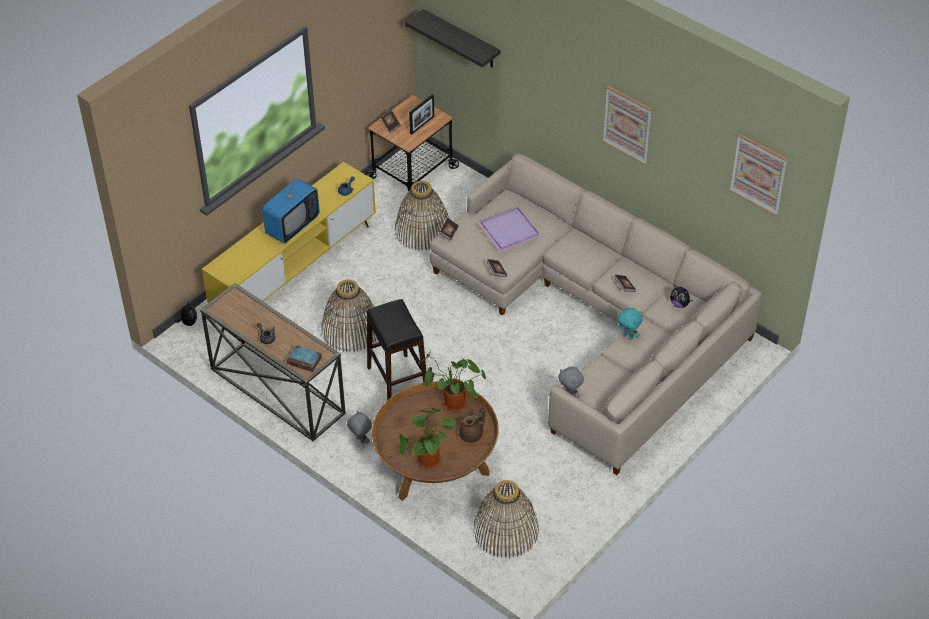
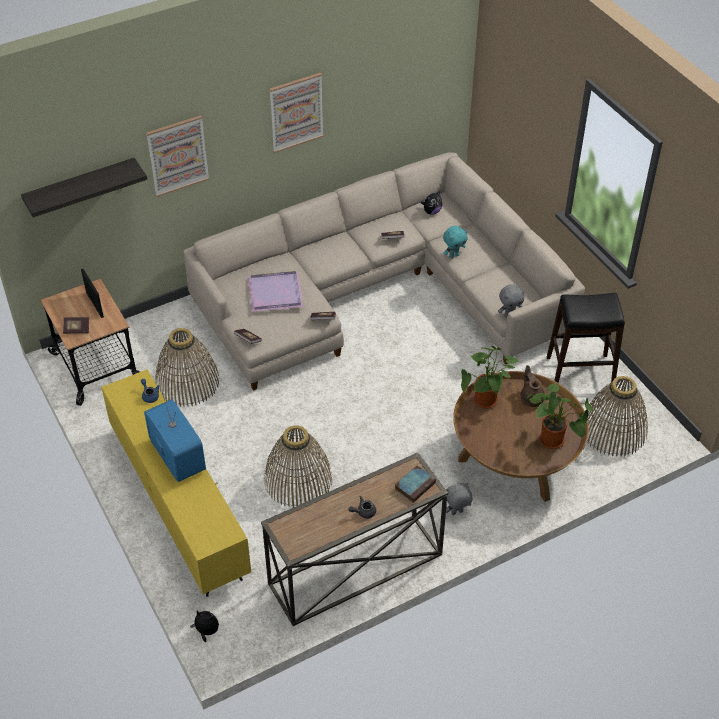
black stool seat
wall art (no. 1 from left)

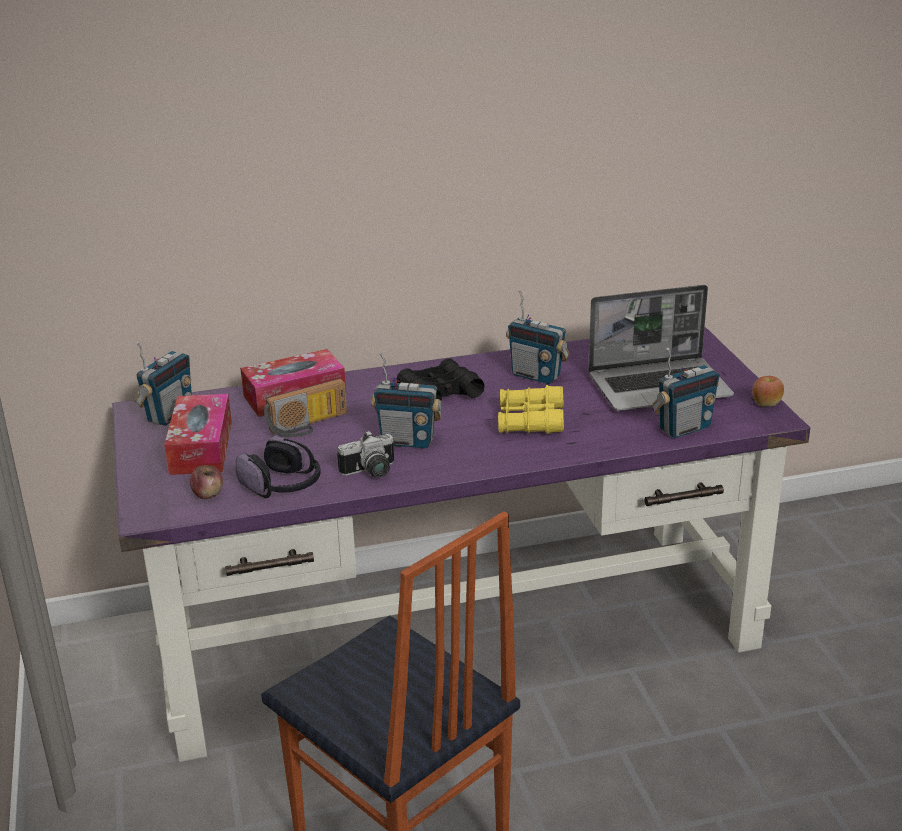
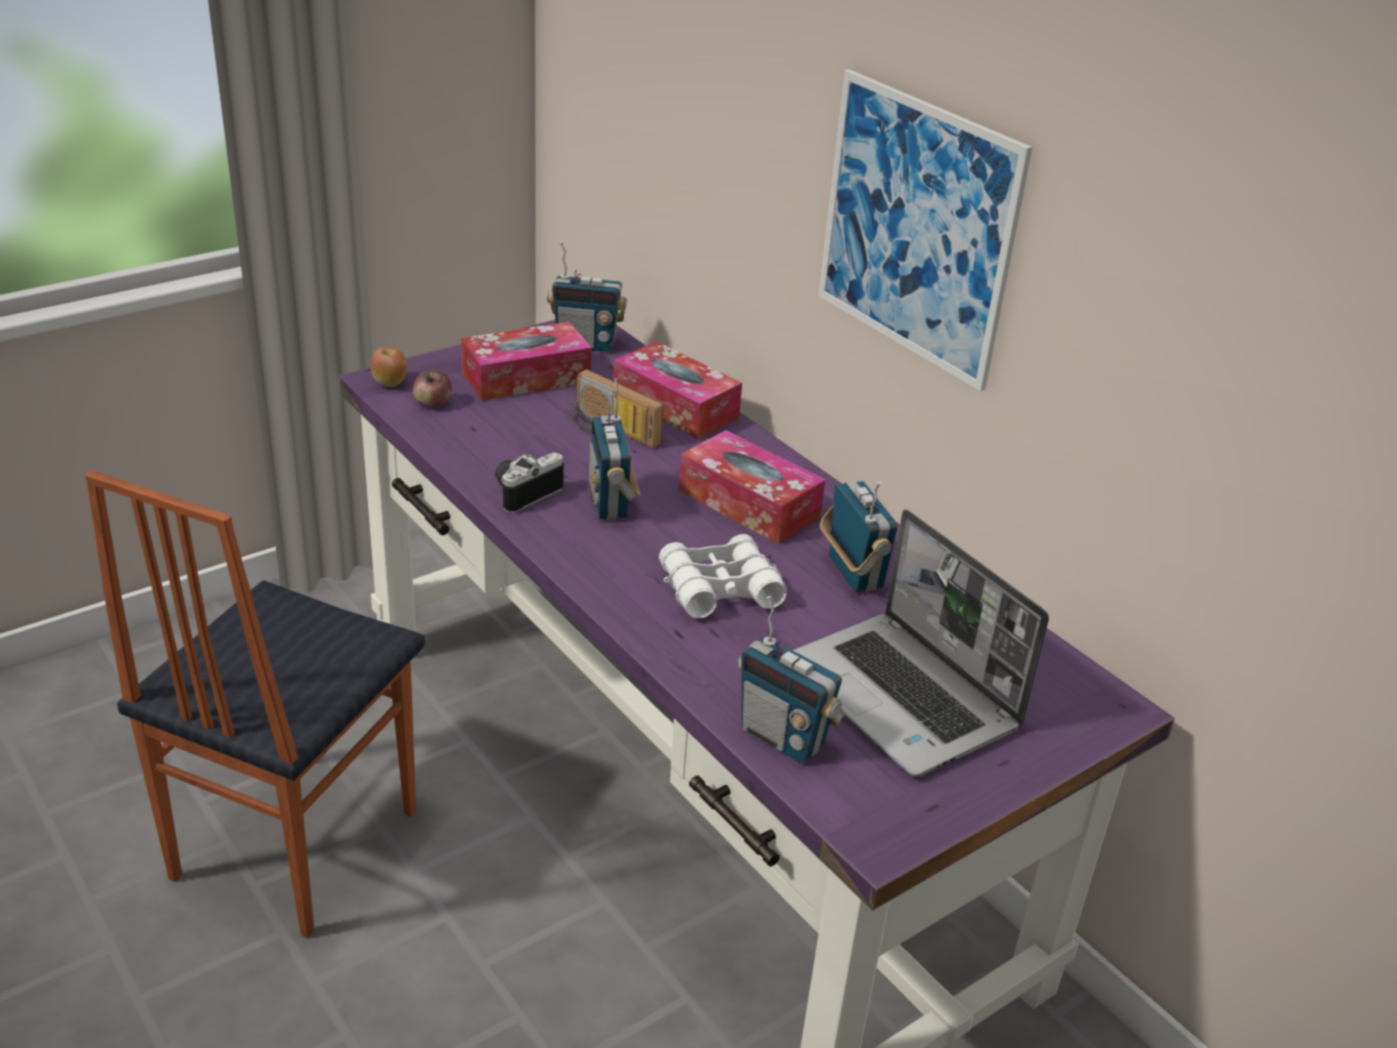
pair of headphones
wall art
whole apple (no. 1 from left)
tissue holder (no. 3 from left)
whitish field glasses
photo camera
radio receiver (no. 5 from left)

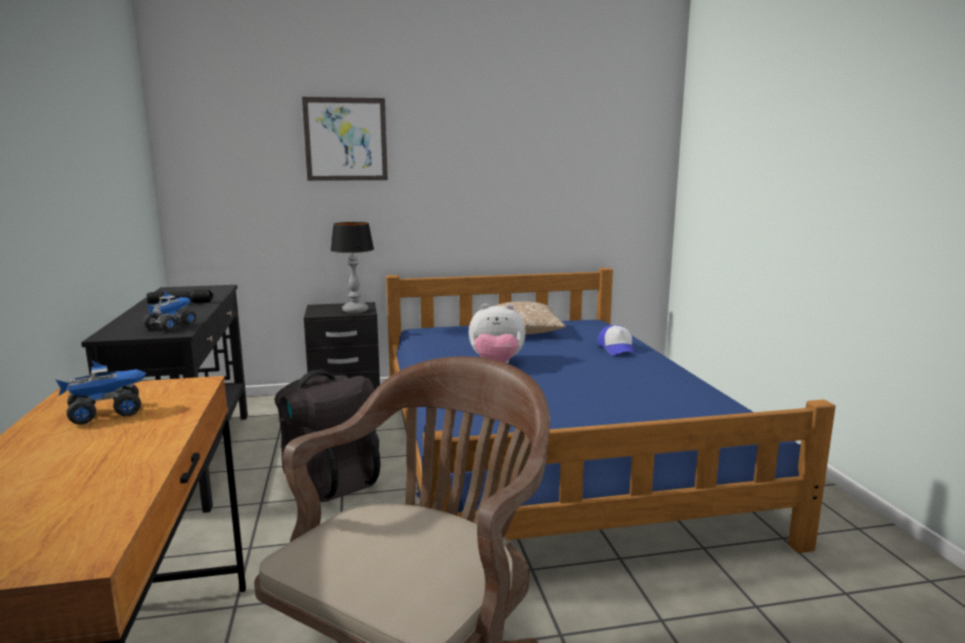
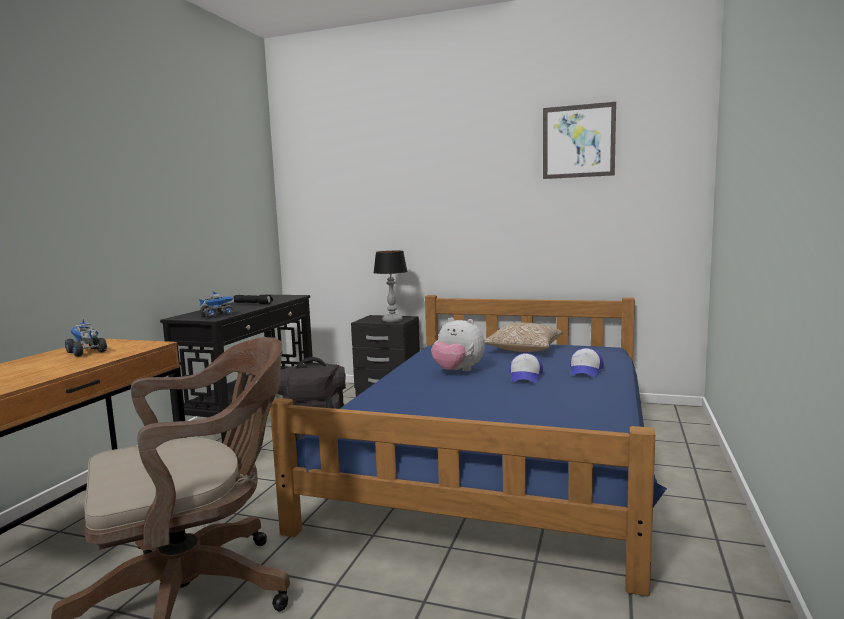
cap (no. 1 from left)
wall art
model truck (no. 1 from left)

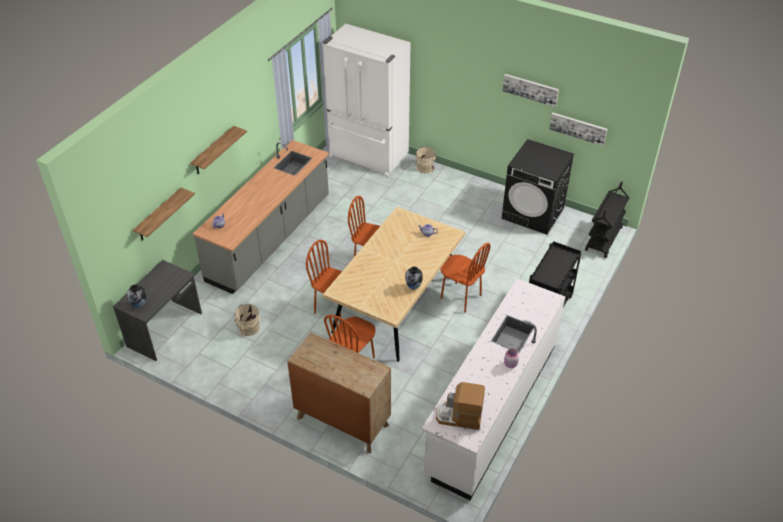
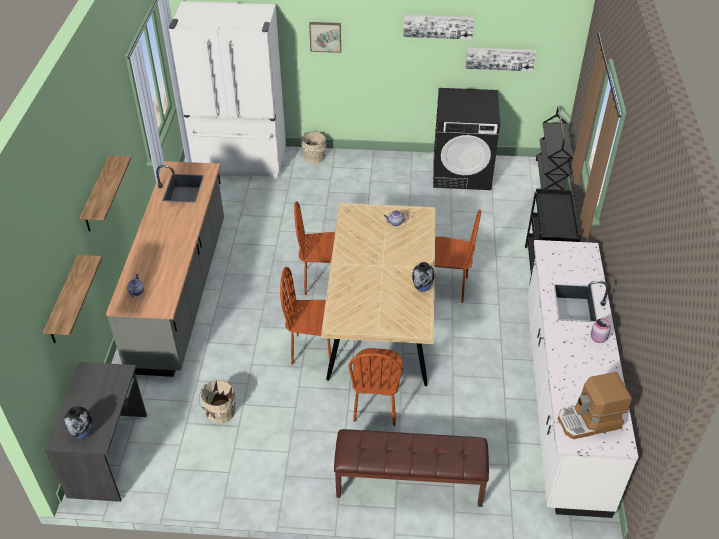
wall art (no. 1 from left)
brown long seat

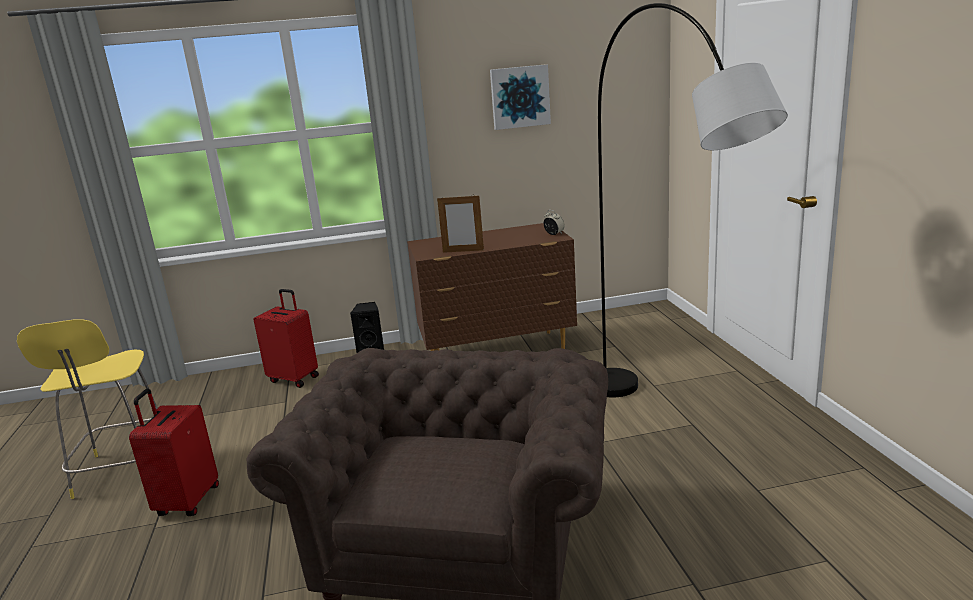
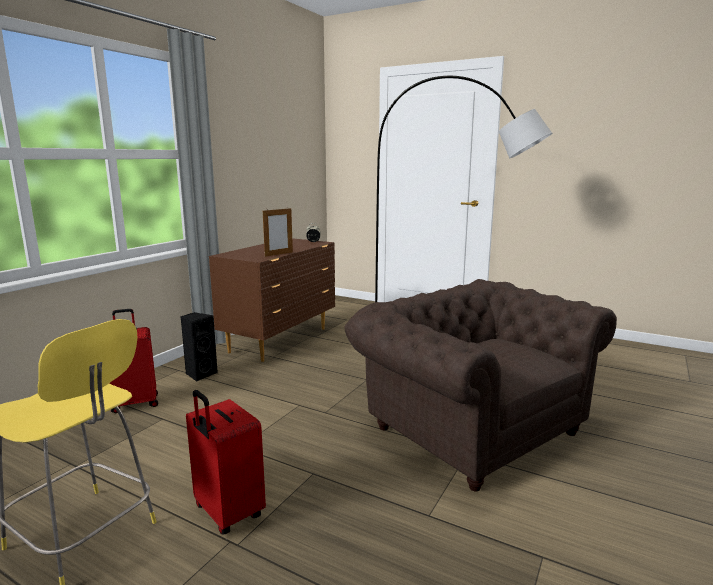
wall art

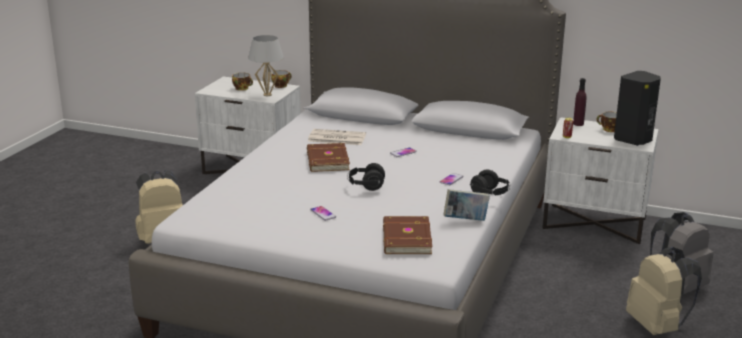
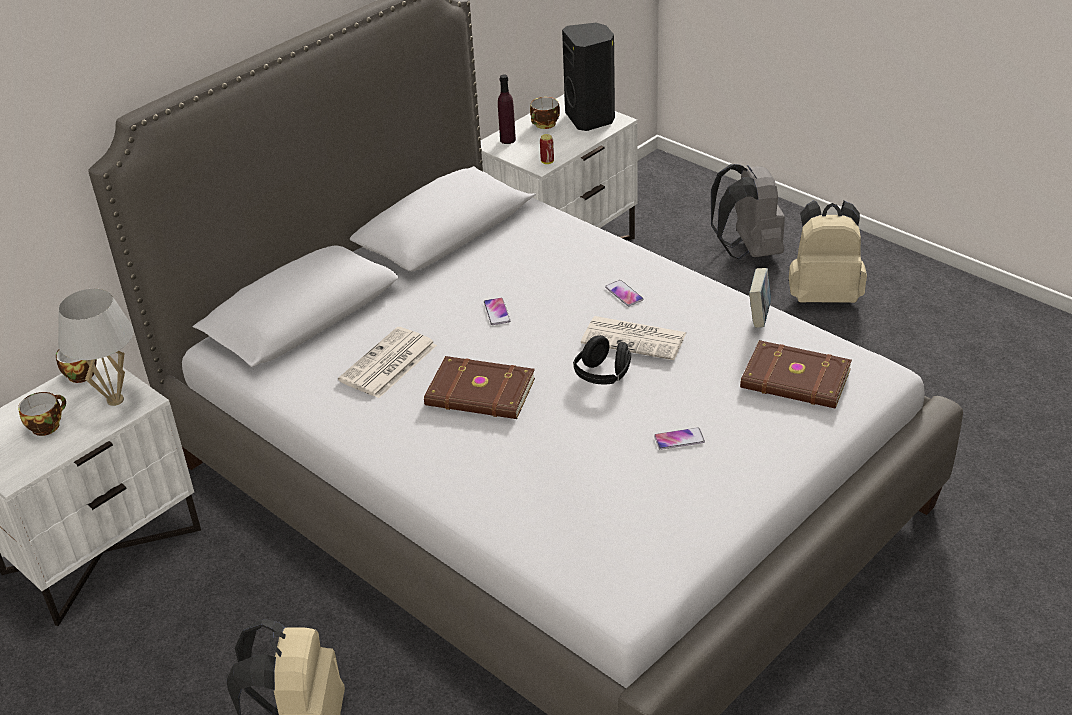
black pair of headphones (no. 2 from left in the first image)
newspaper (no. 2 from left)

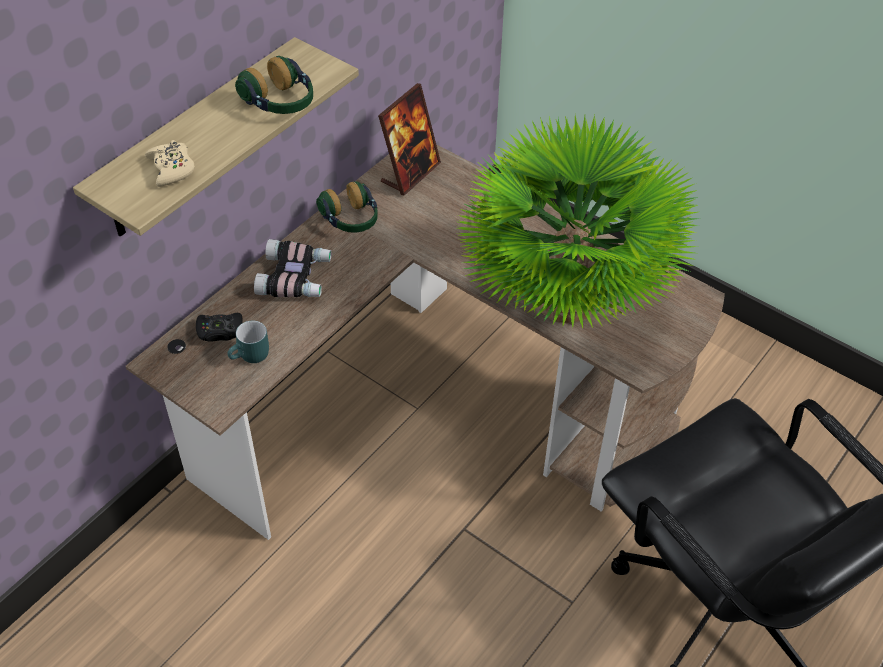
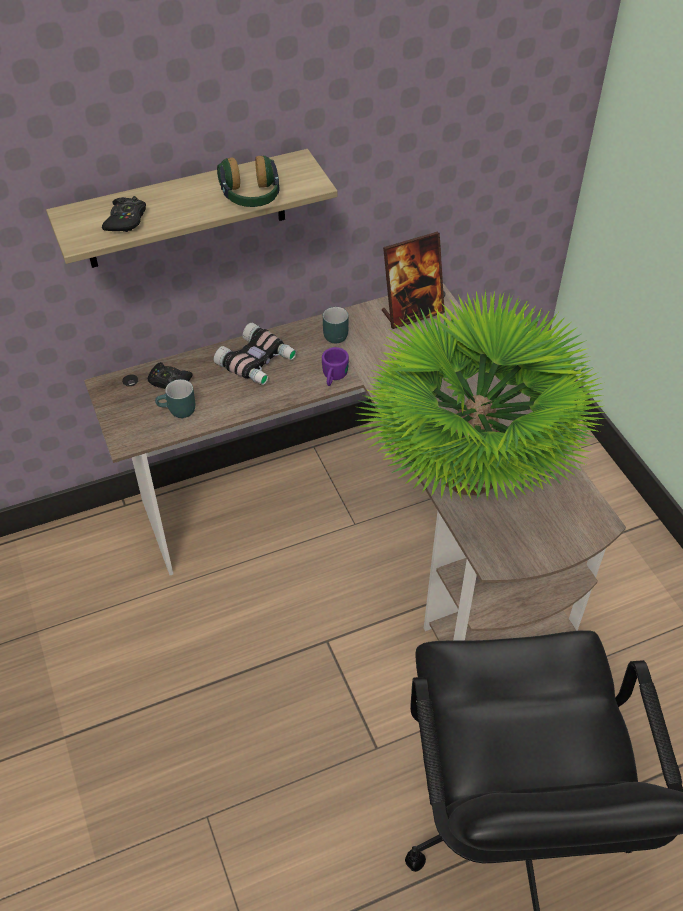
purple mug
turquoise-coloured mug (no. 2 from left)
black gamepad (no. 1 from left)

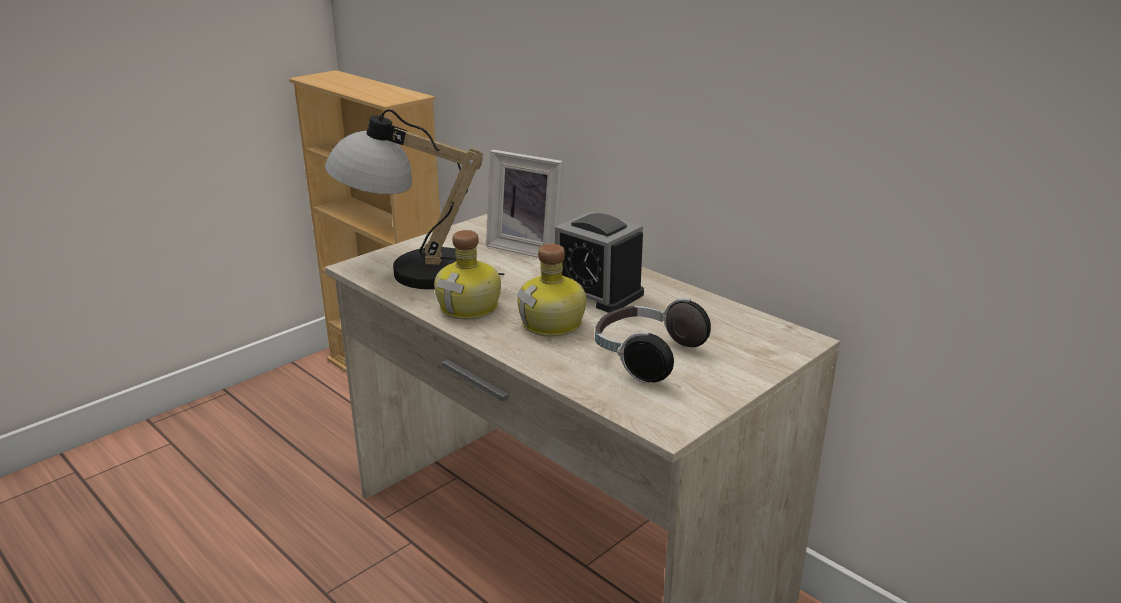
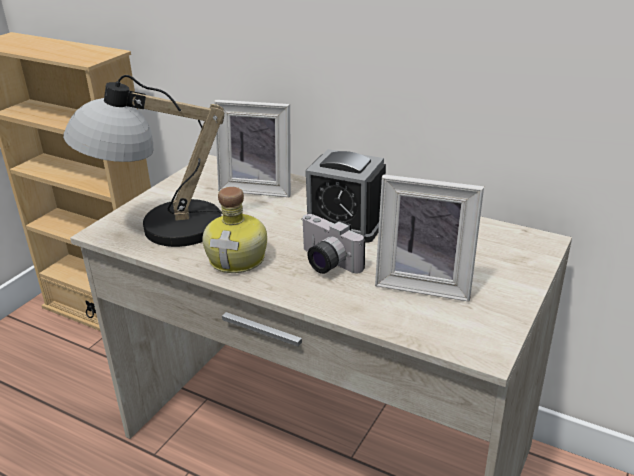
photo camera
standing frame (no. 2 from left)

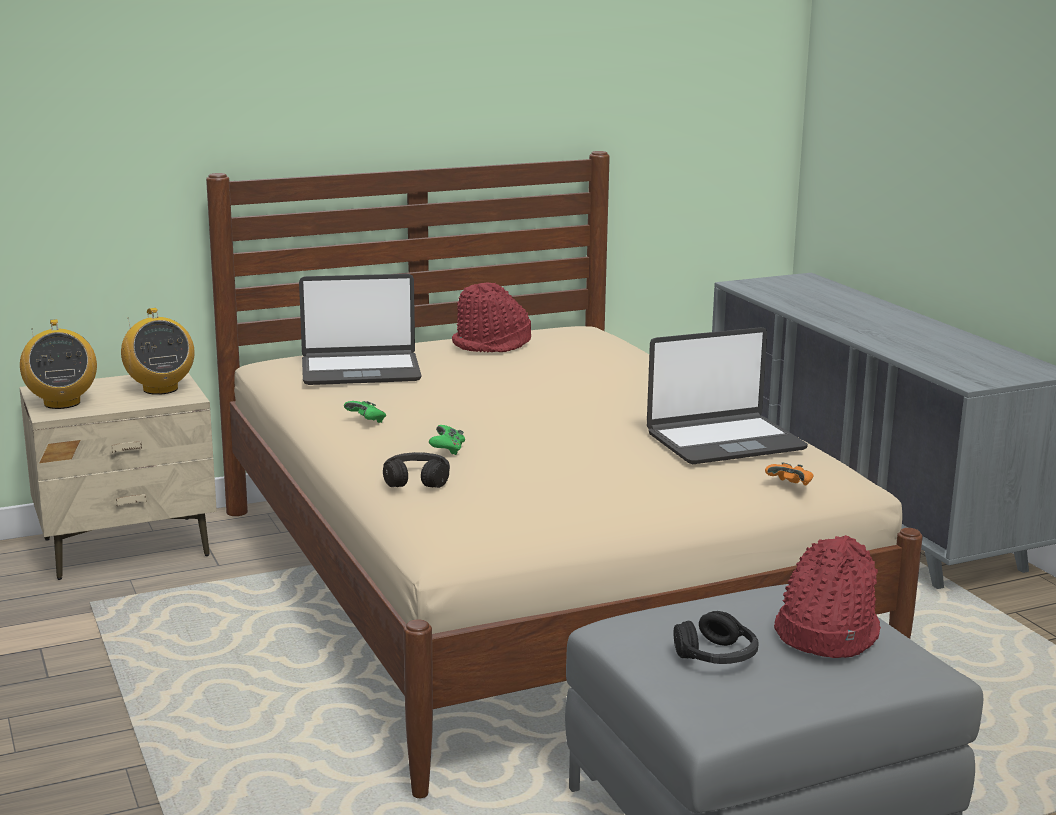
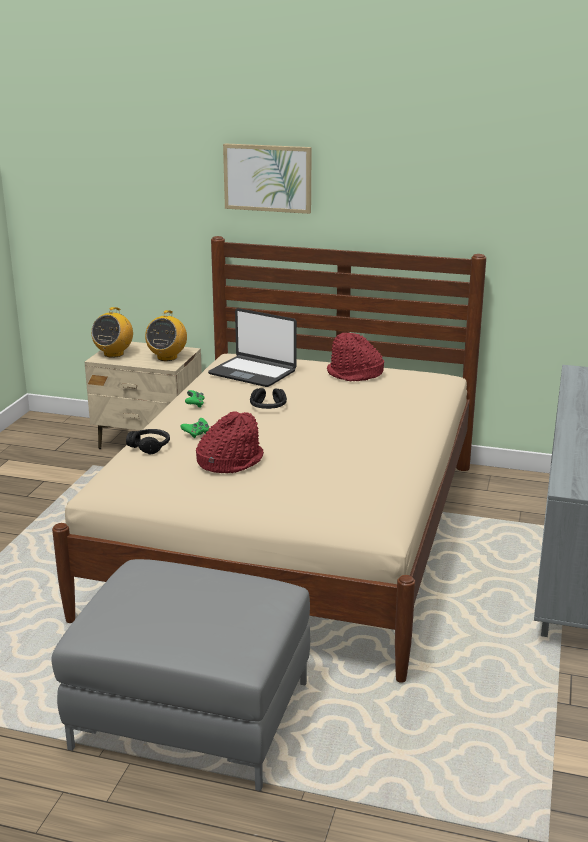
notebook computer (no. 2 from left in the first image)
orangey gamepad
wall art
black pair of headphones (no. 2 from left)
red hat (no. 1 from left)

